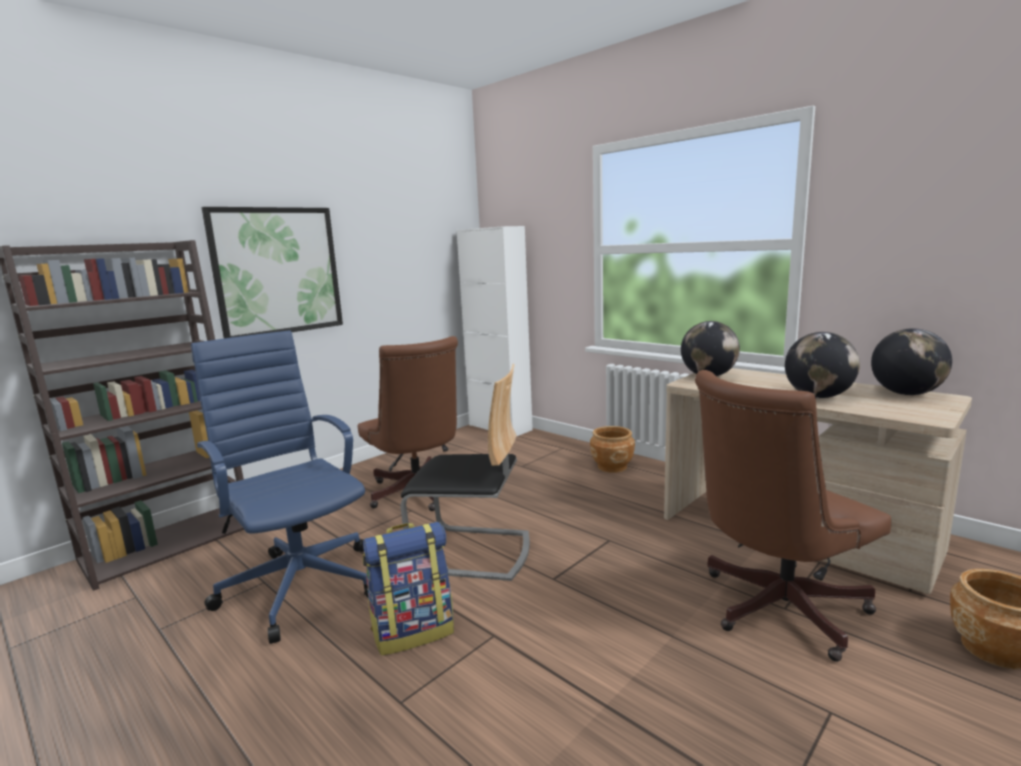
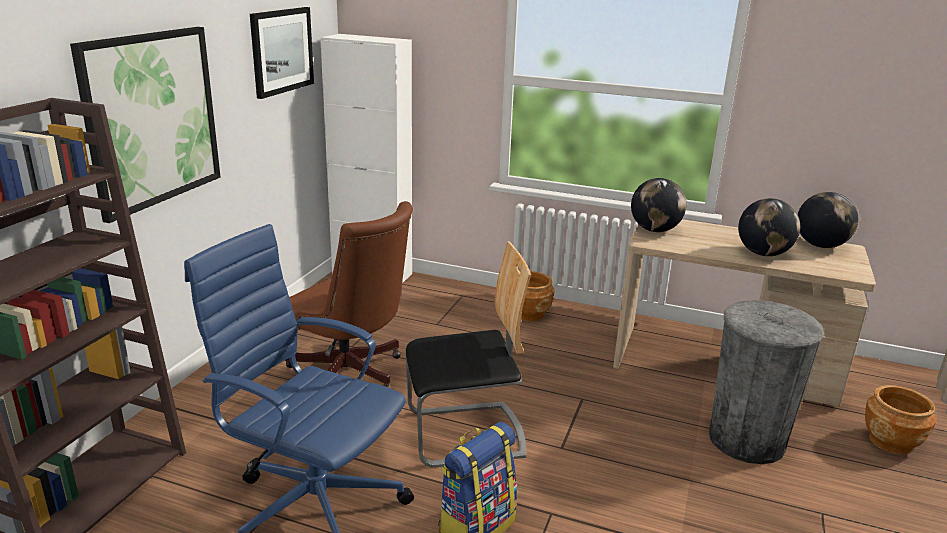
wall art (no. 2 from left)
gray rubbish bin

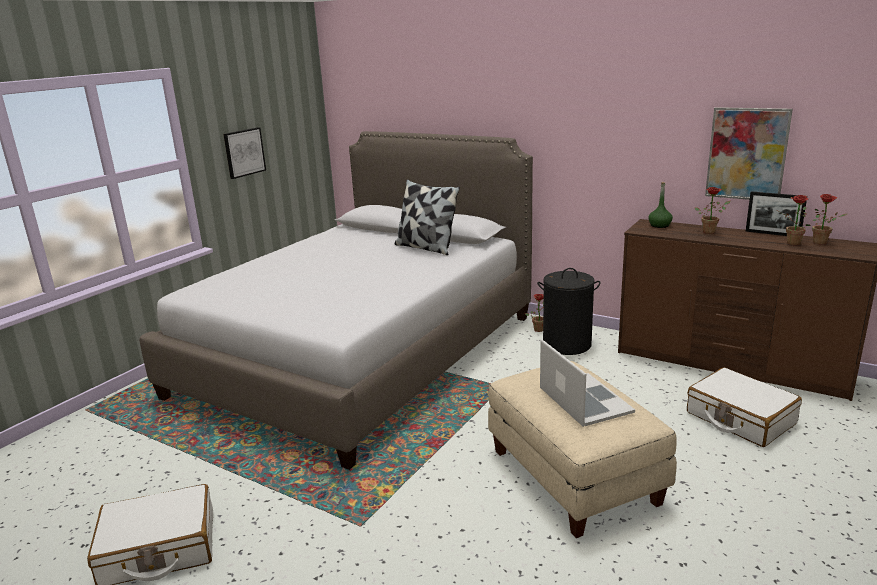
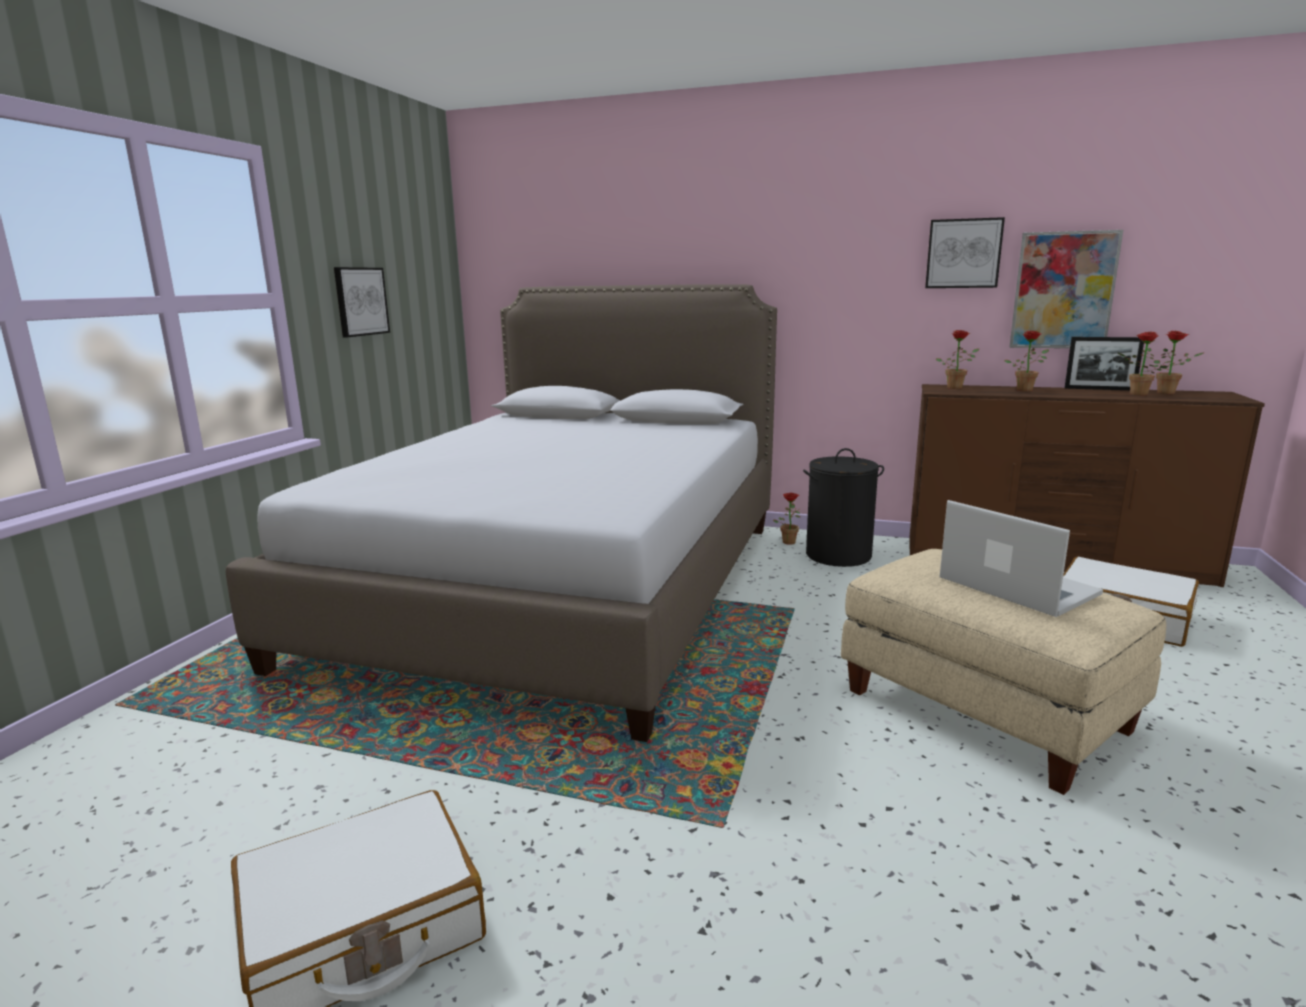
pillow
wall art (no. 2 from left)
plant in a pot (no. 2 from left)

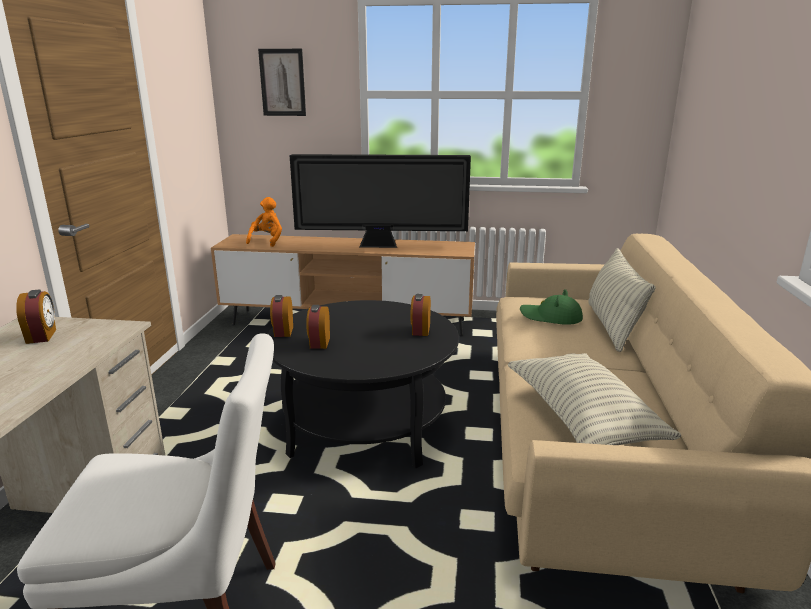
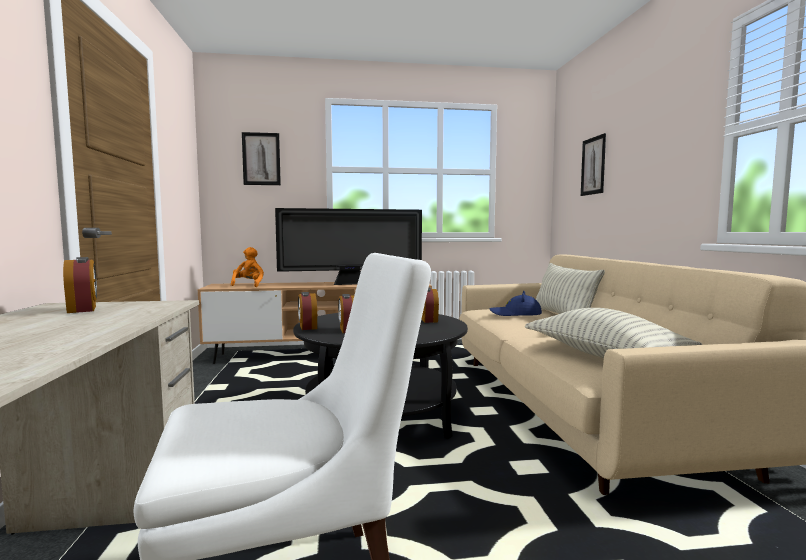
wall art (no. 2 from left)
bluish hat

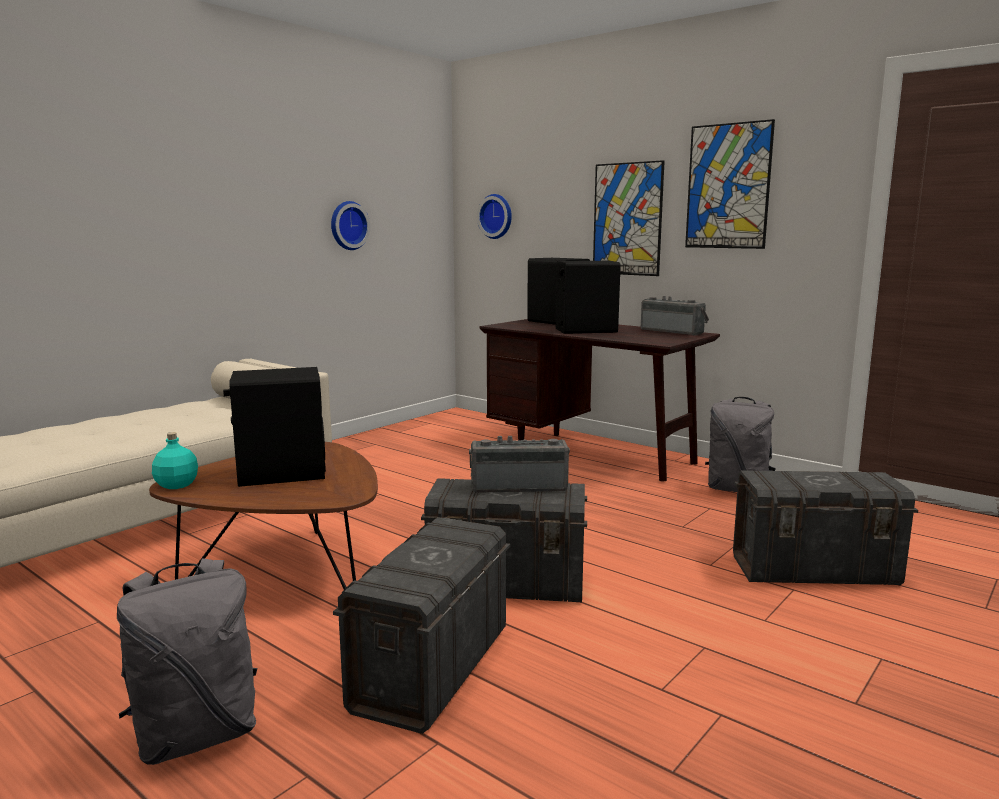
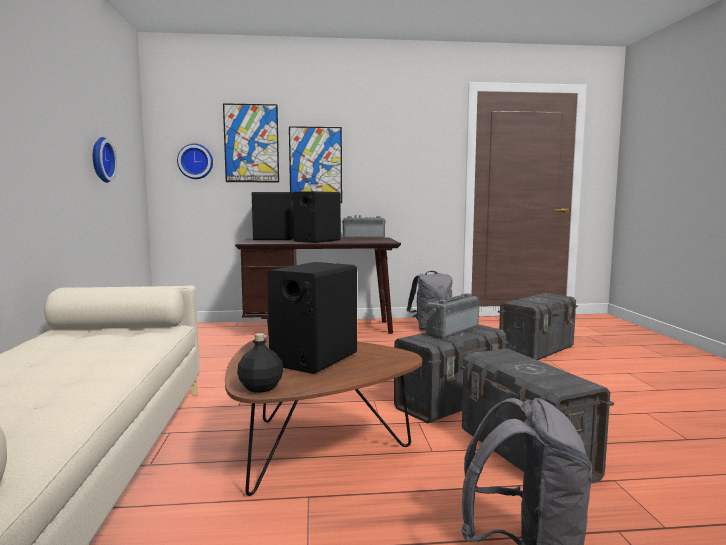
wall art (no. 1 from left)
black drink bottle

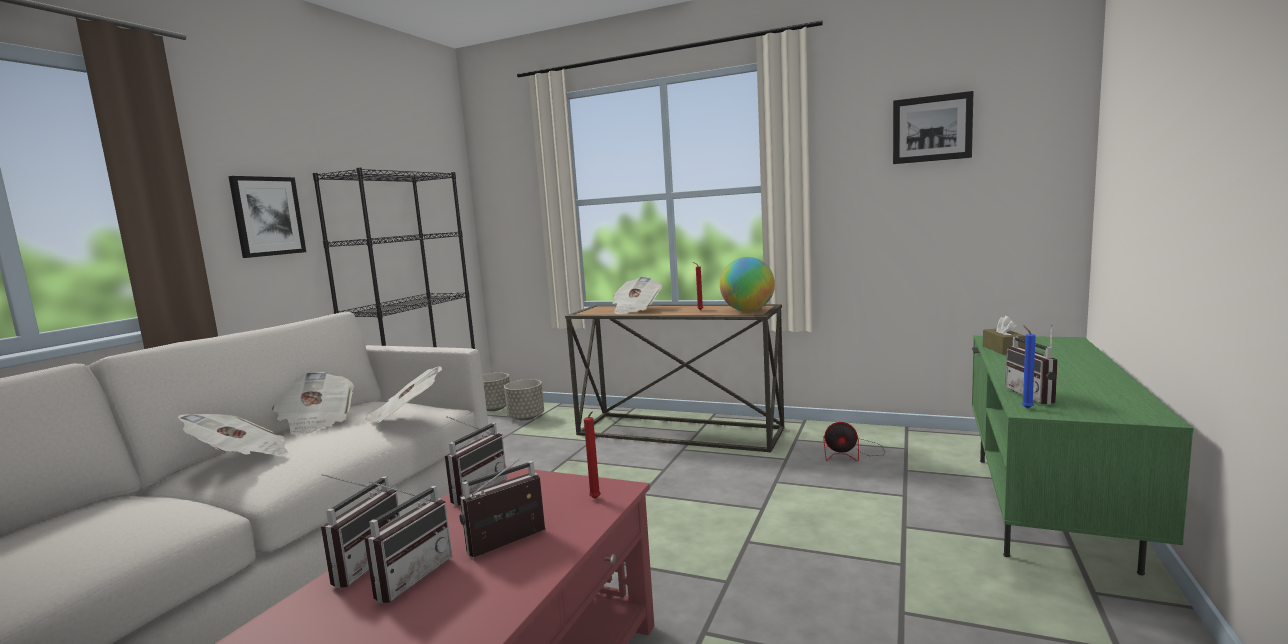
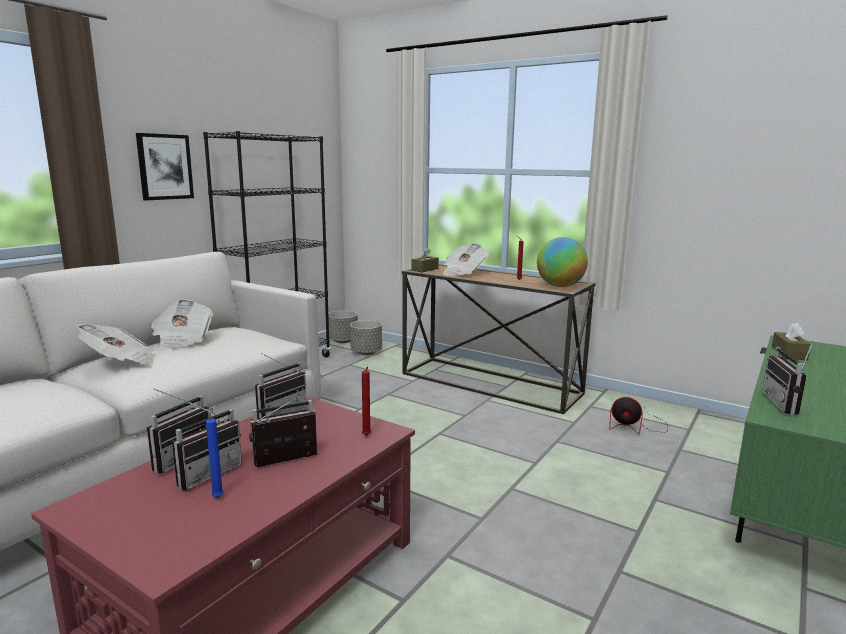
newspaper (no. 3 from left in the first image)
wall art (no. 2 from left in the first image)
brown tissue holder (no. 1 from left)
bluish wax candle

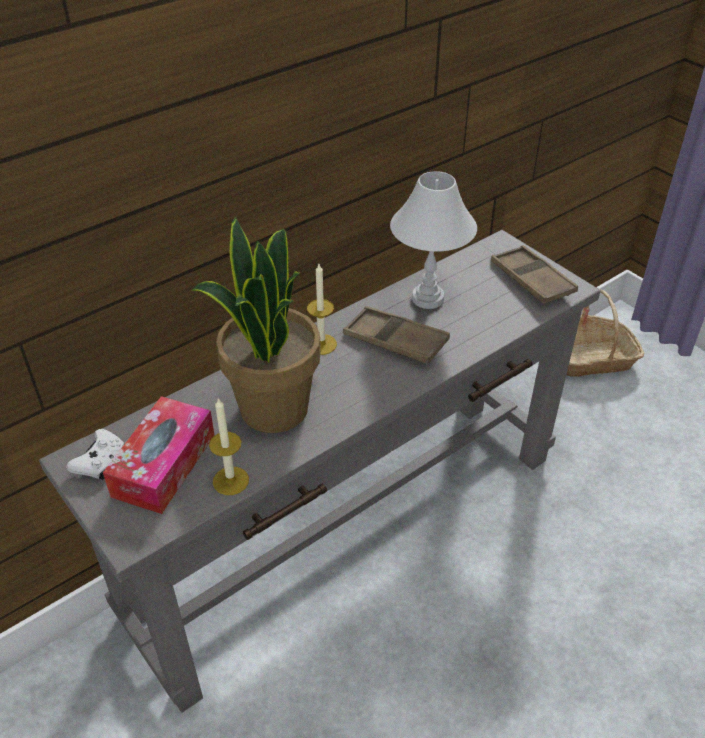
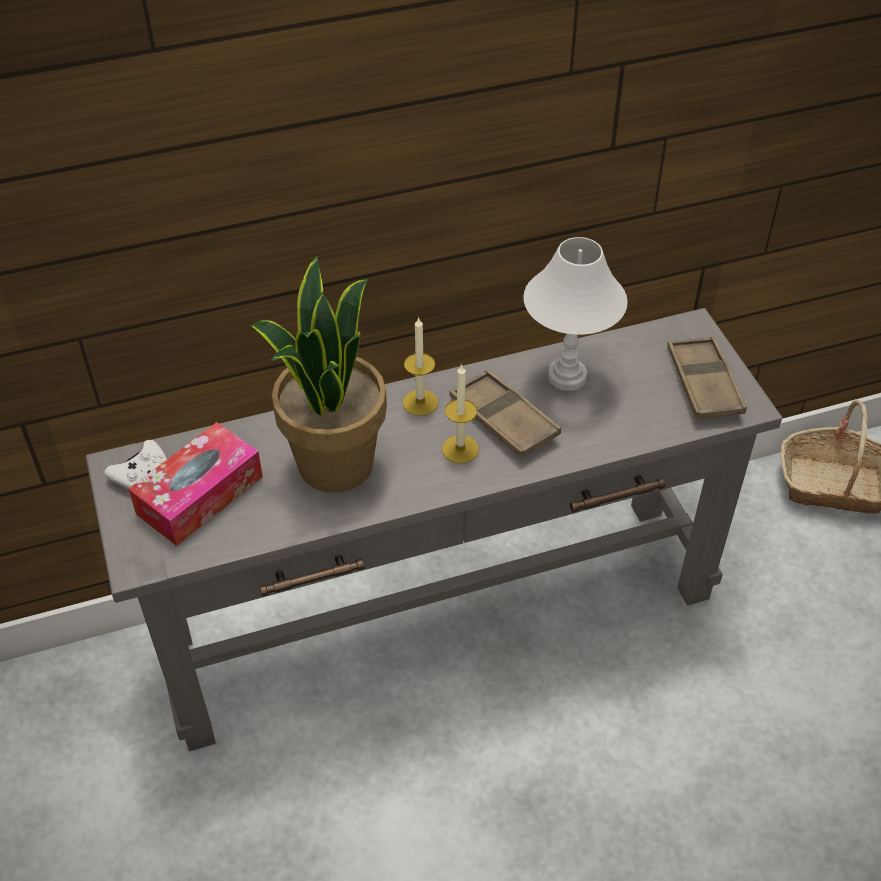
wax candle (no. 2 from left)

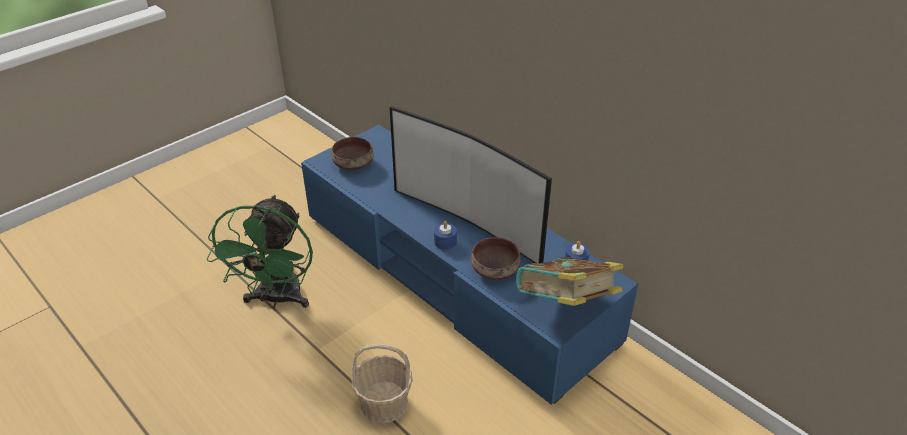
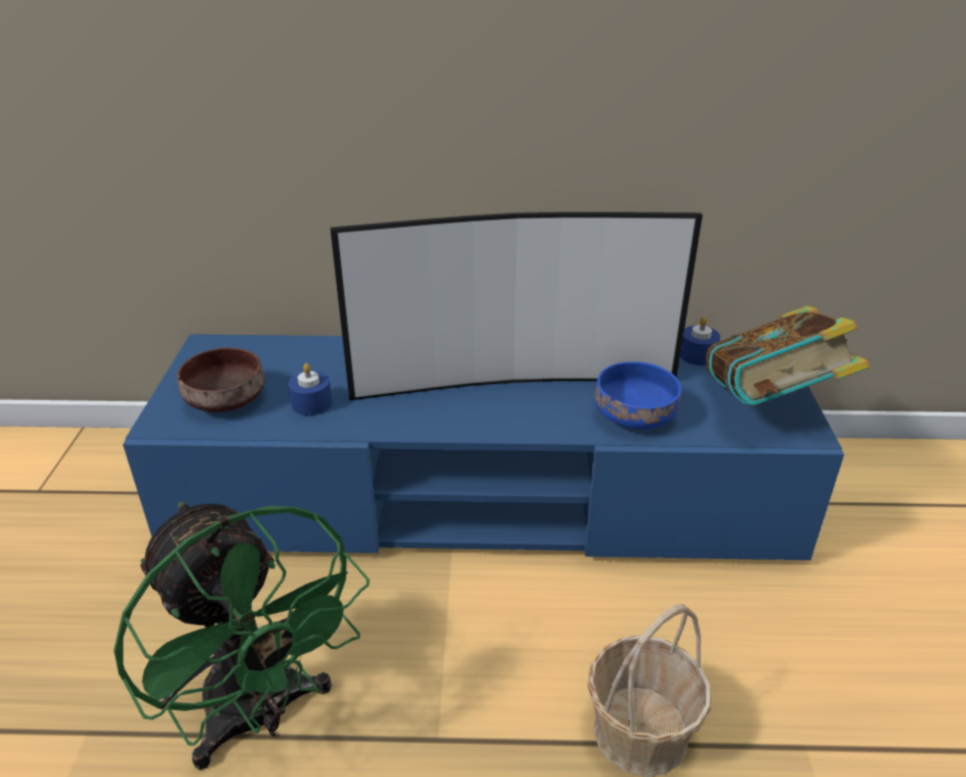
bluish wax candle (no. 1 from left)
bluish serving bowl

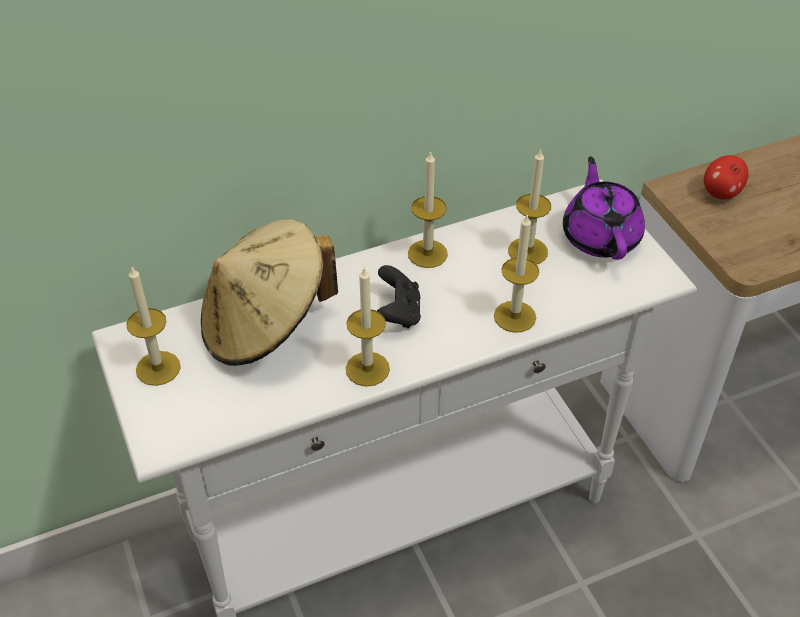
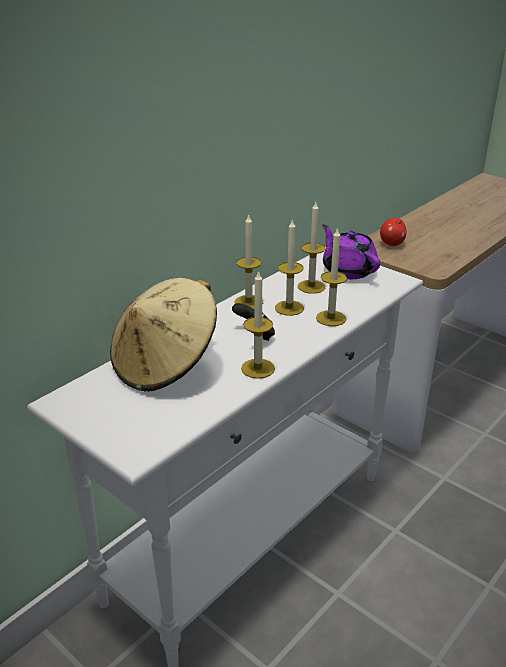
wax candle (no. 3 from left)

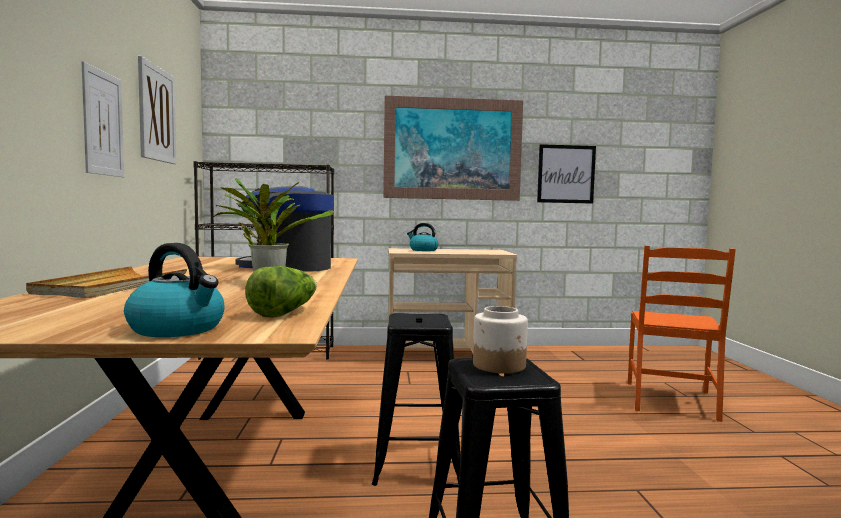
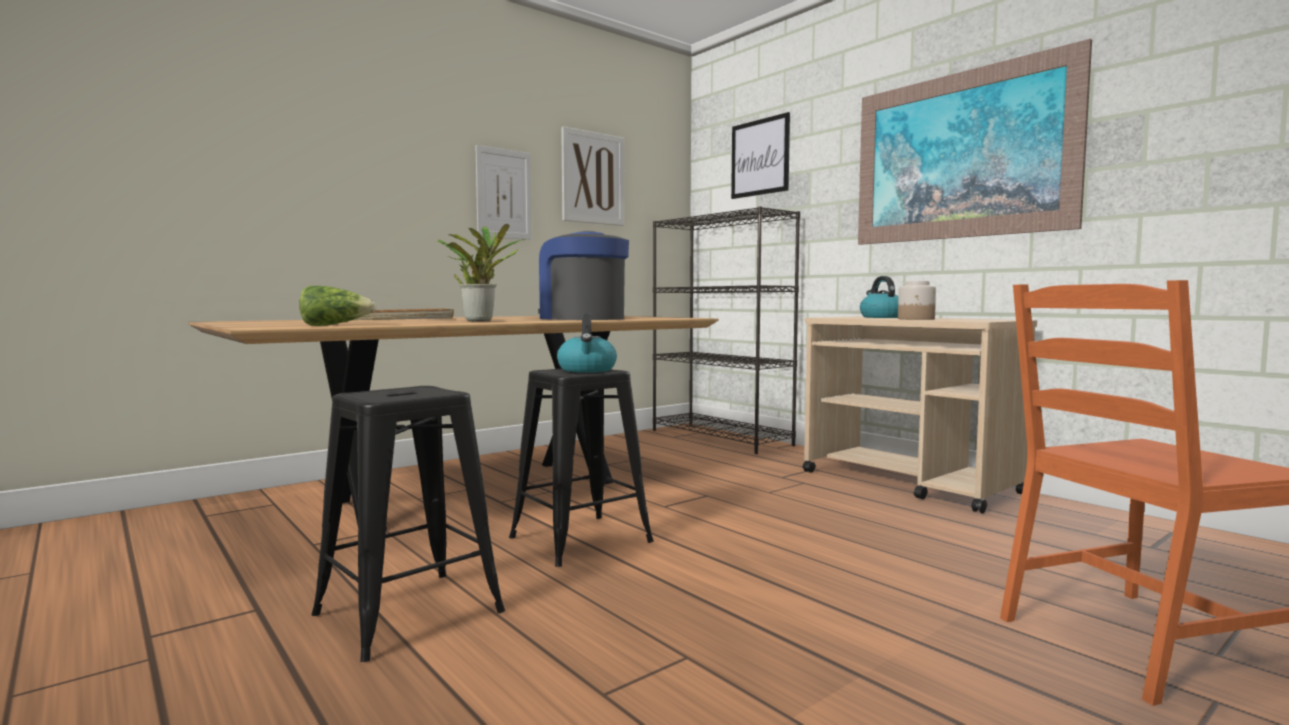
kettle (no. 1 from left)
jar
wall art (no. 3 from left)

